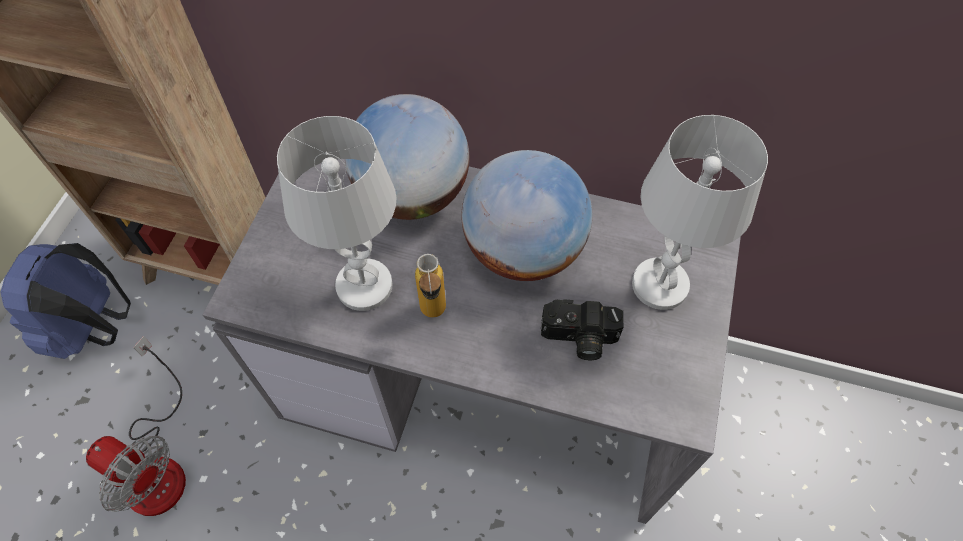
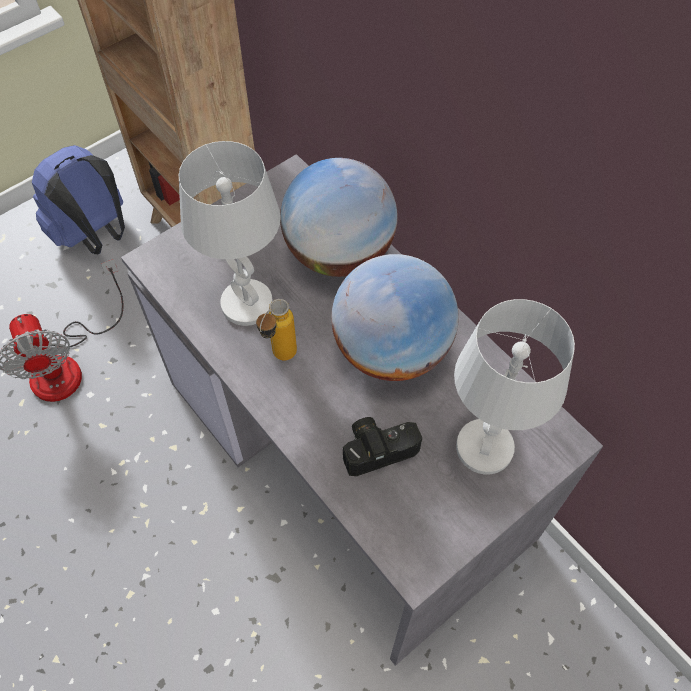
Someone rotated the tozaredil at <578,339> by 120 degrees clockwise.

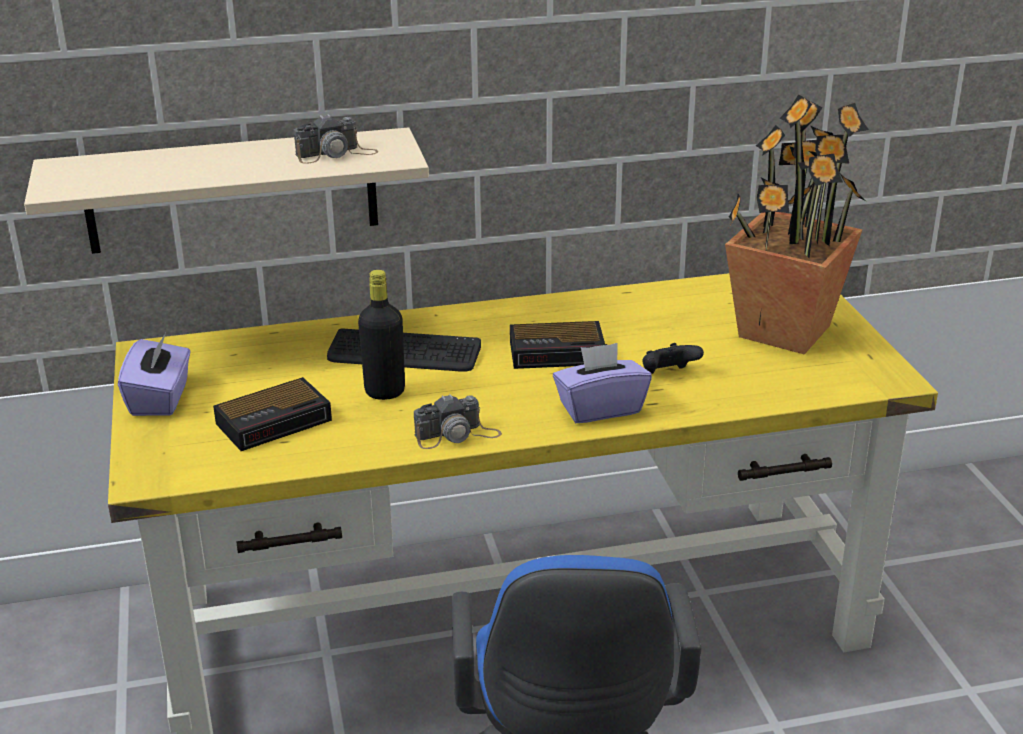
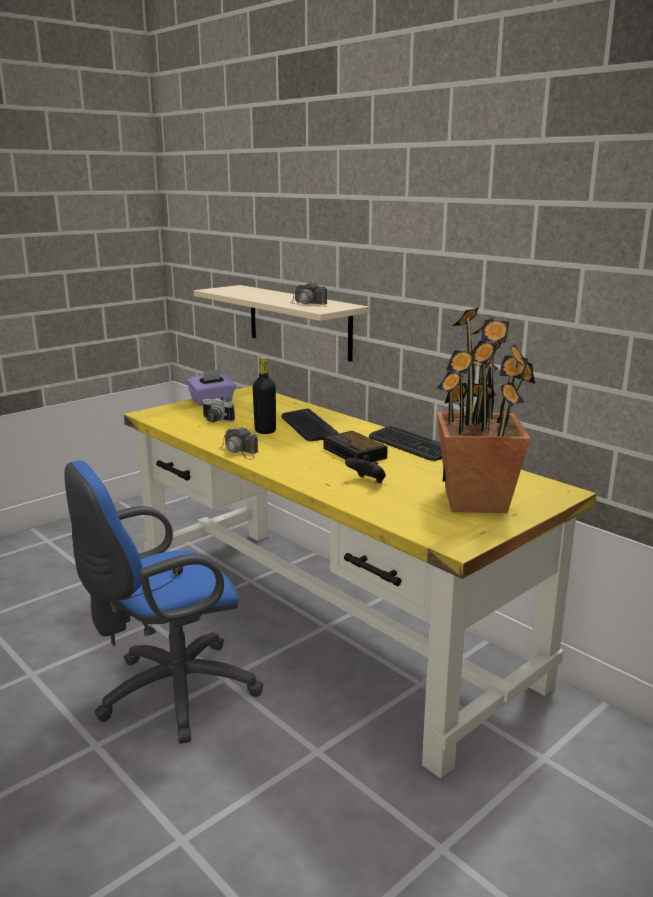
Someone took away the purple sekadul at <600,408>.
Someone put down the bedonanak at <410,445>.
Someone swapped the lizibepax at <276,421> for the tozaredil at <215,420>.

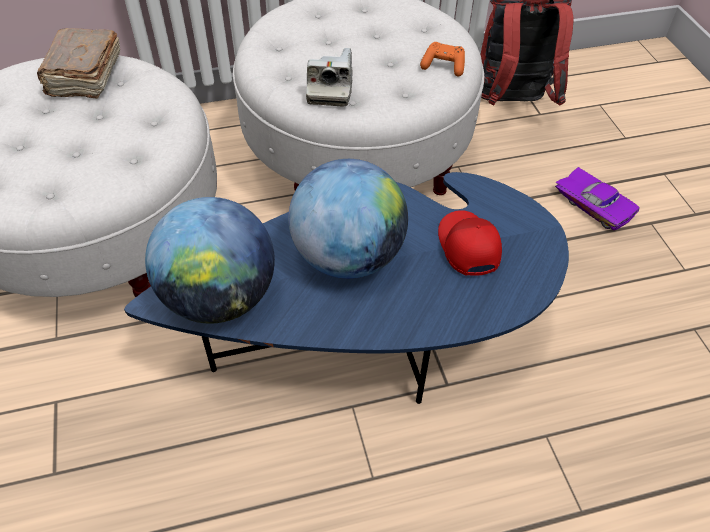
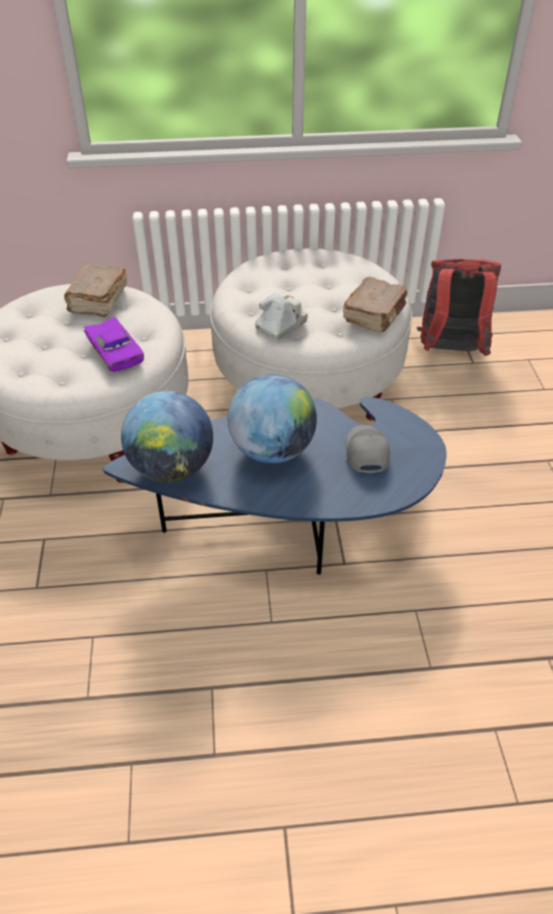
Someone carried the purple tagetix from <595,204> to <117,350>.
Someone swapped the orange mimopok at <443,66> for the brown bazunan at <375,314>.
Someone repainted the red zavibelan at <467,247>, which became the grey zavibelan at <365,452>.
Someone rotated the tozaredil at <330,89> by 150 degrees counterclockwise.

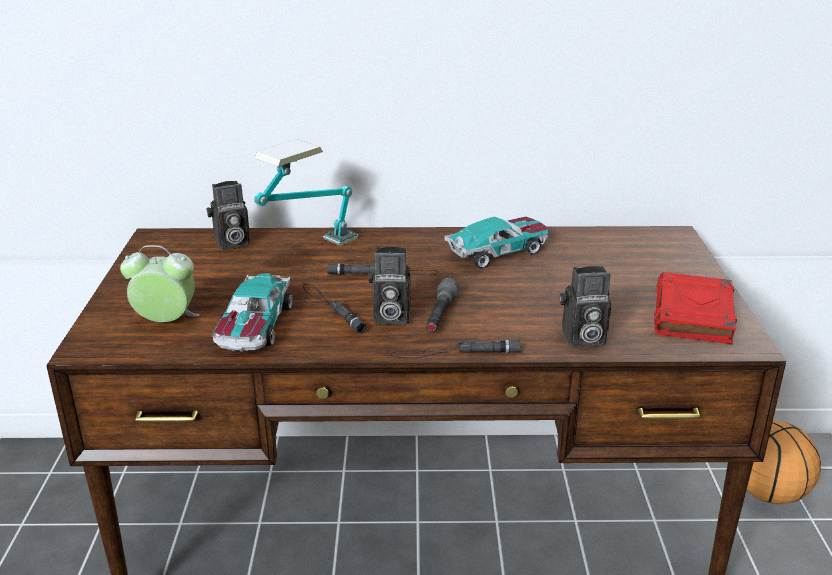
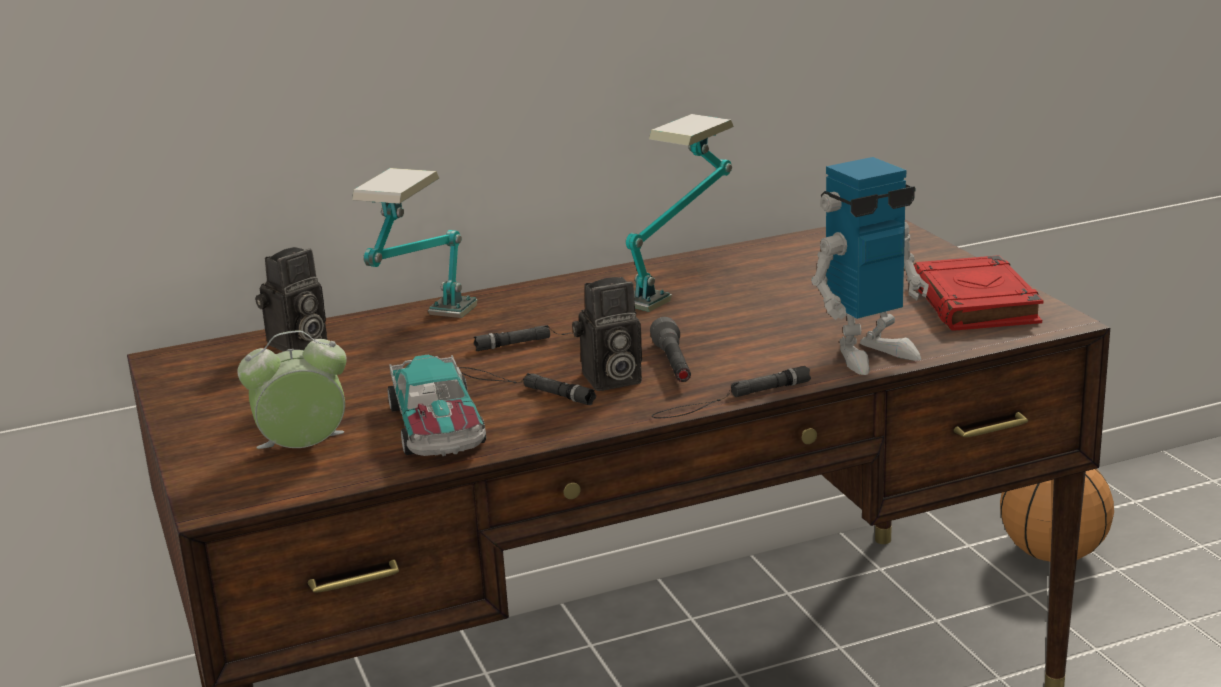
Someone swapped the tagetix at <498,251> for the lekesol at <681,284>.
Someone swapped the tozaredil at <581,339> for the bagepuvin at <869,354>.

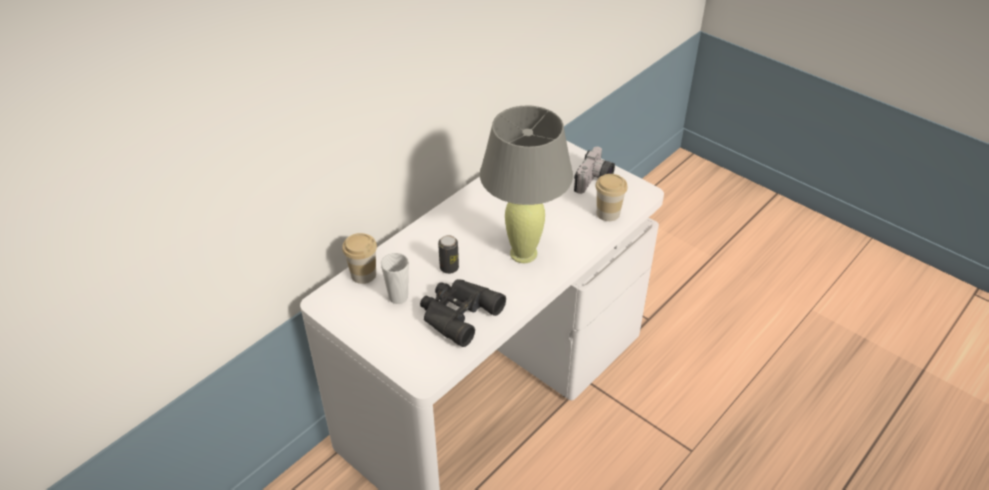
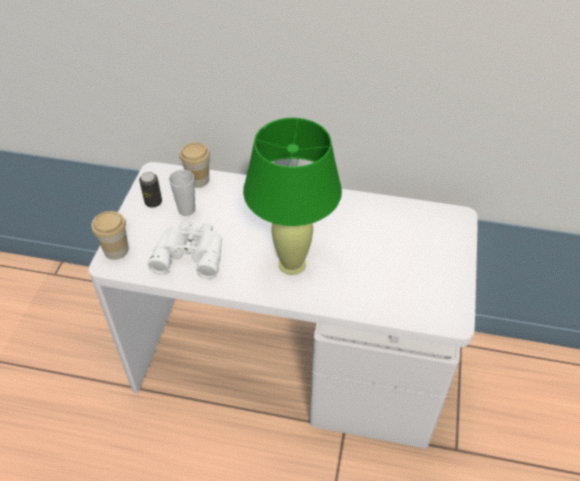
Someone took away the tozaredil at <595,181>.
Someone carried the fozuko from <449,268> to <153,202>.
Someone carried the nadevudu from <608,213> to <116,250>.
Someone repainted the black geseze at <457,314>, which became the white geseze at <190,252>.
Someone repainted the grey lekesol at <523,253>, which became the green lekesol at <292,264>.

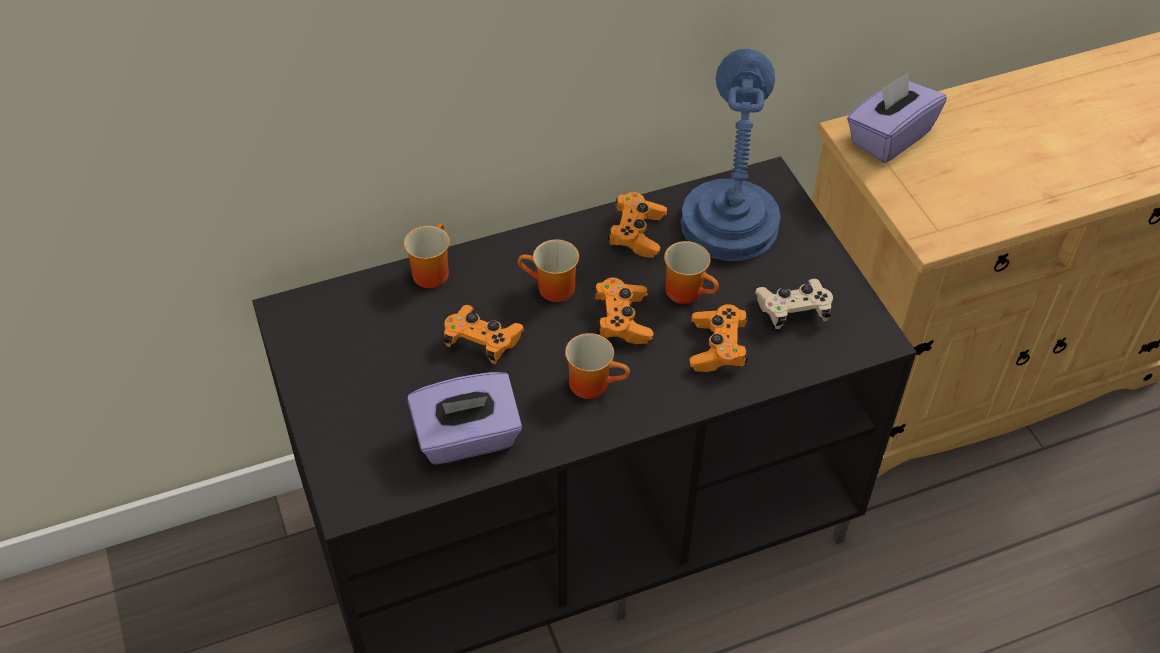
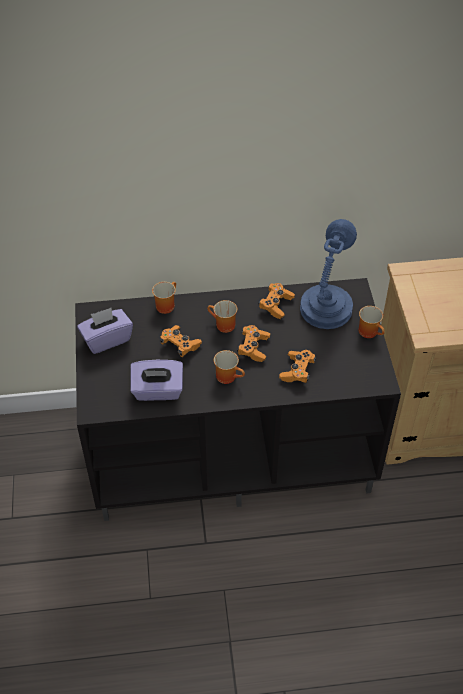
Someone took away the beige mimopok at <793,311>.
Someone carried the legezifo from <689,291> to <370,332>.
Someone carried the purple sekadul from <889,137> to <107,339>.

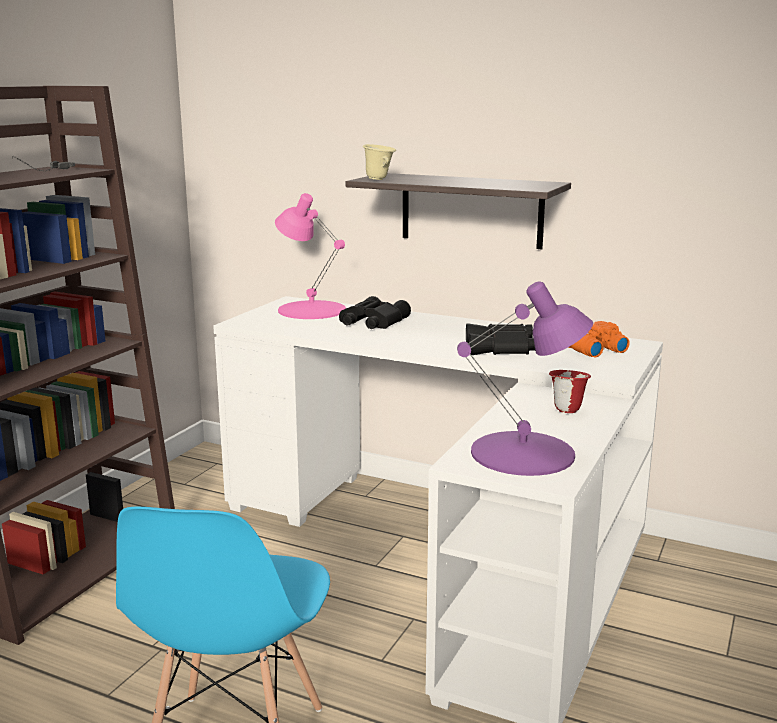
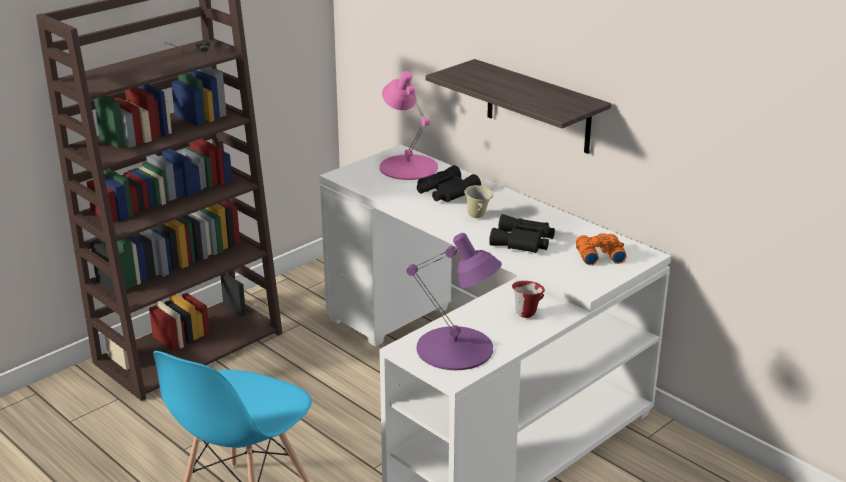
Someone carried the beige legezifo from <379,179> to <478,216>.

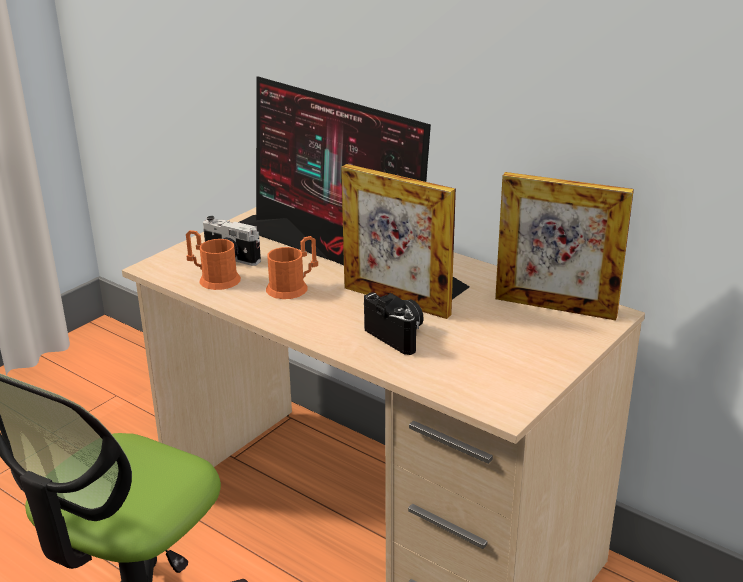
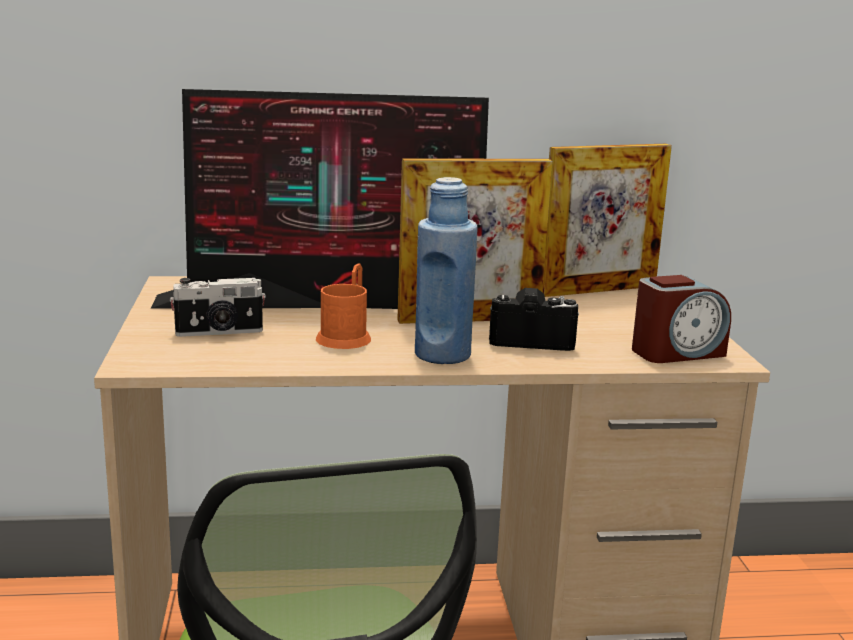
Someone took away the orange legezifo at <214,279>.
Someone put down the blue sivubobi at <442,355>.
Someone put down the lizibepax at <677,352>.

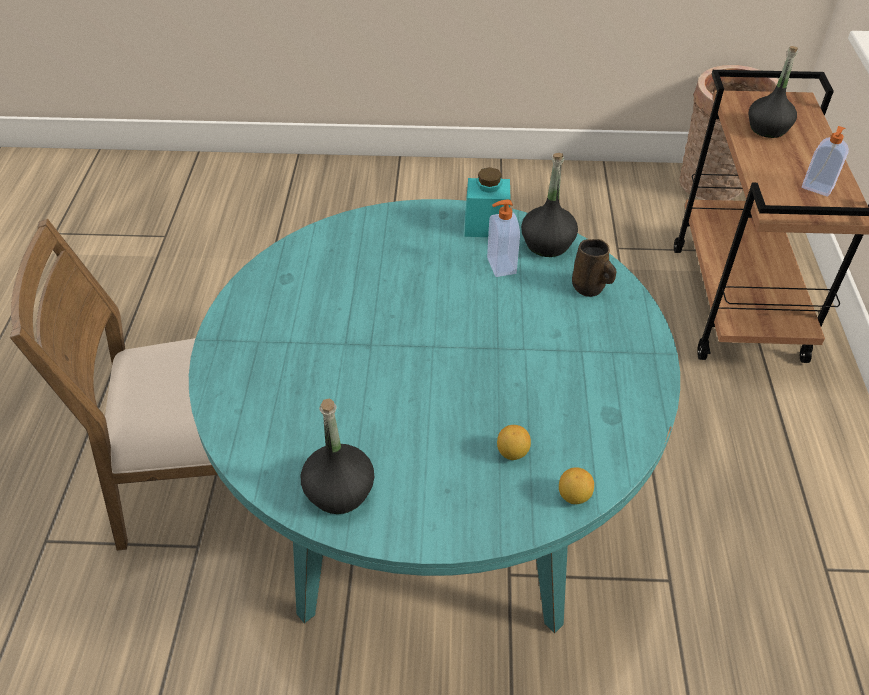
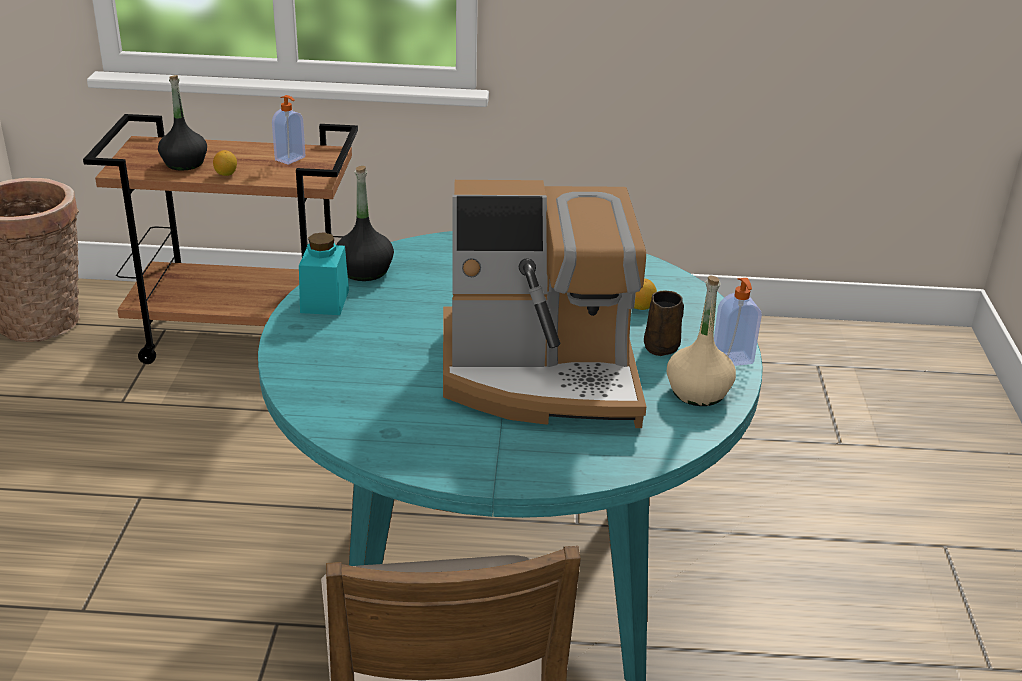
Someone put down the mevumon at <541,375>.
Someone carried the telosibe from <500,266> to <733,360>.
Someone carried the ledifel from <574,496> to <226,174>.
Someone carried the brown legezifo from <589,288> to <662,347>.
Someone repainted the black sivubobi at <339,492>, which became the beige sivubobi at <698,392>.

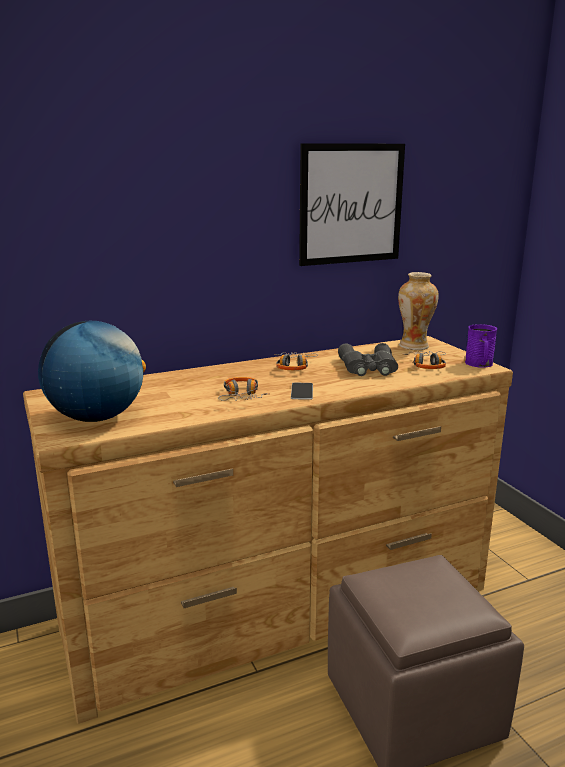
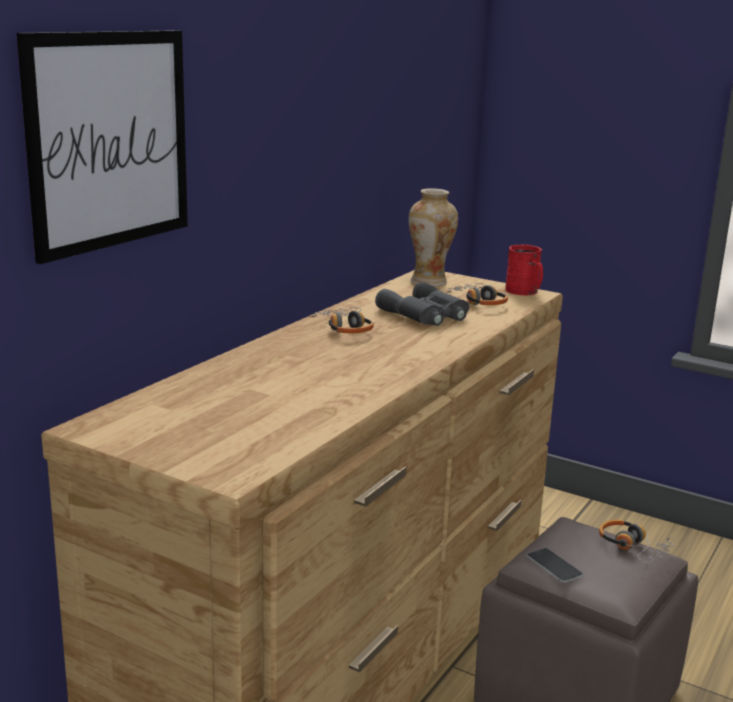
Someone took away the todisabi at <96,417>.
Someone carried the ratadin from <242,396> to <633,547>.
Someone carried the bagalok from <302,391> to <554,565>.
Someone carried the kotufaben from <351,204> to <109,141>.
Someone repainted the purple legezifo at <480,364>, which became the red legezifo at <524,292>.

